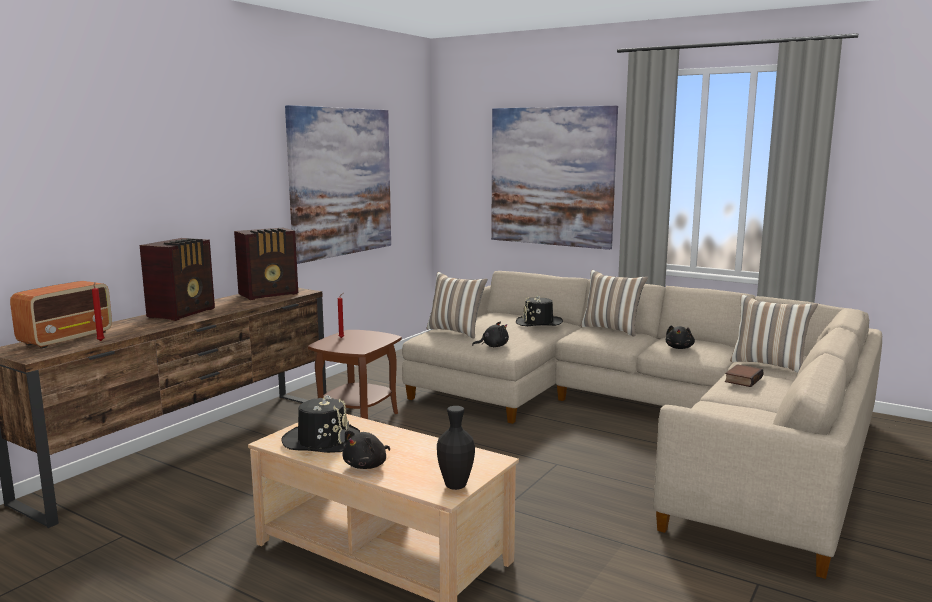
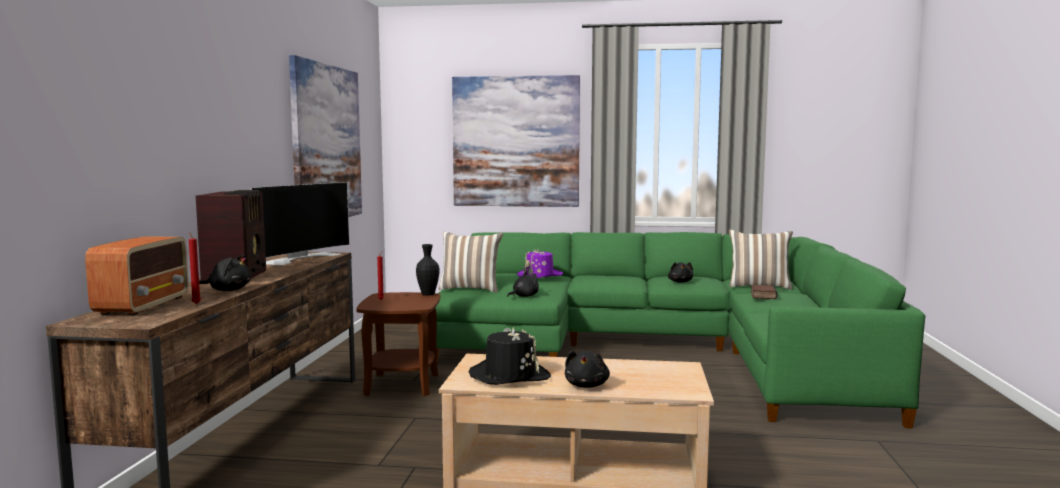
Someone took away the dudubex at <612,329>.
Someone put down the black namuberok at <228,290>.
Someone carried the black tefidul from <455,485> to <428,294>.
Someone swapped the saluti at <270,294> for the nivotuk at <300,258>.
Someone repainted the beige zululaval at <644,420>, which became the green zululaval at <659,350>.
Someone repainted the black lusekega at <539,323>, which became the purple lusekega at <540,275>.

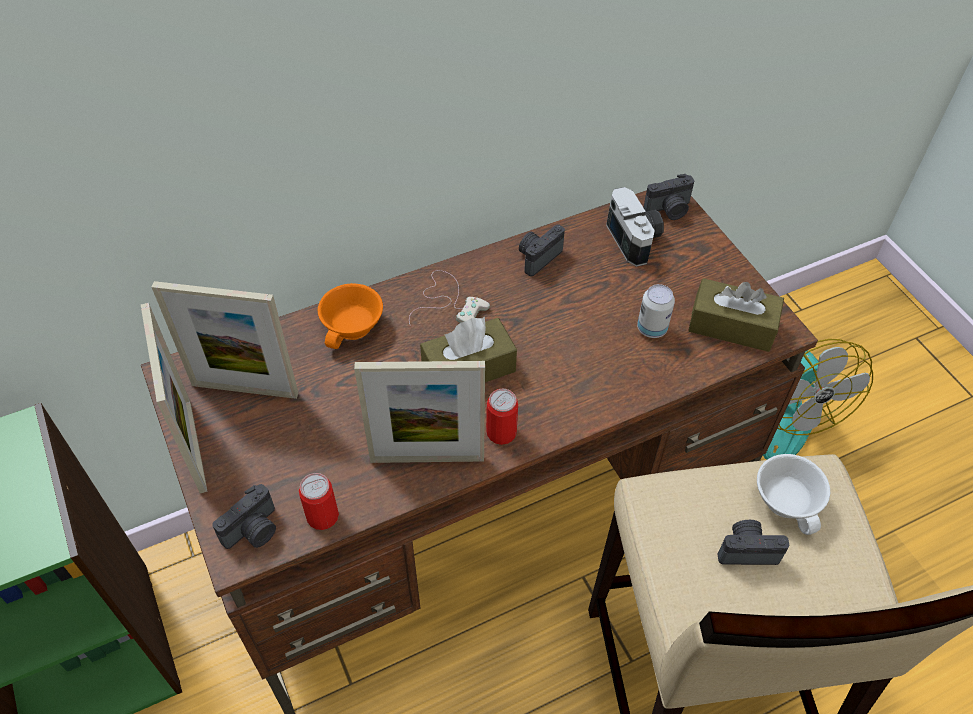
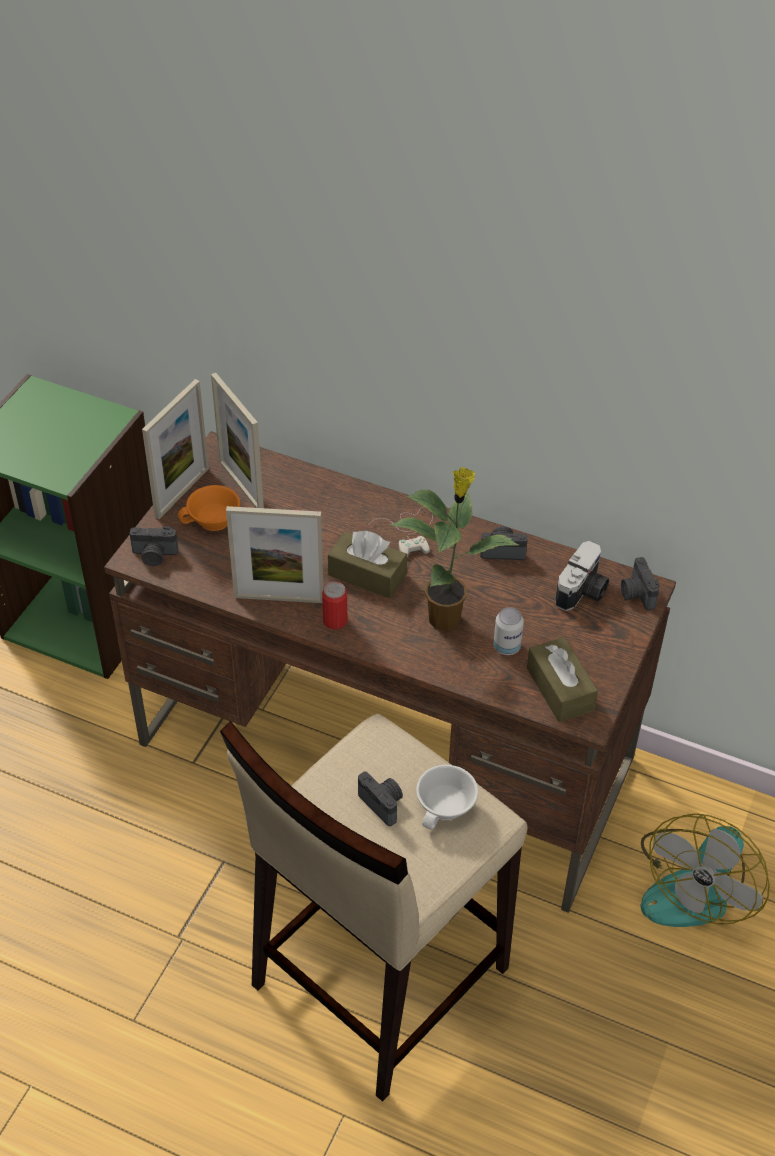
Someone took away the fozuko at <322,516>.
Someone put down the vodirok at <446,617>.
Someone carried the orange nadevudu from <354,328> to <213,521>.
Someone rotated the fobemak at <427,458> by 45 degrees counterclockwise.
Someone rotated the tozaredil at <669,210> by 45 degrees clockwise.

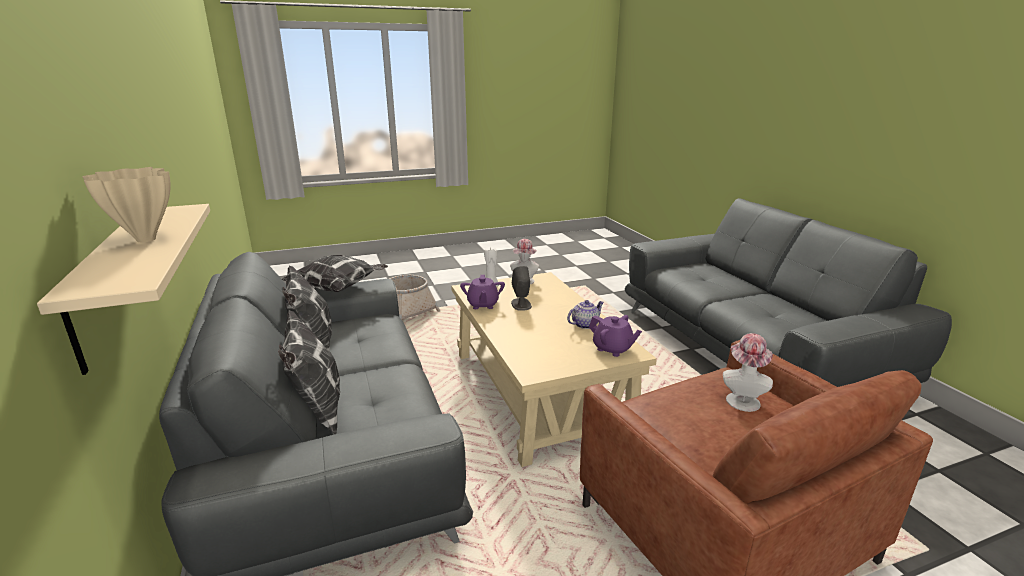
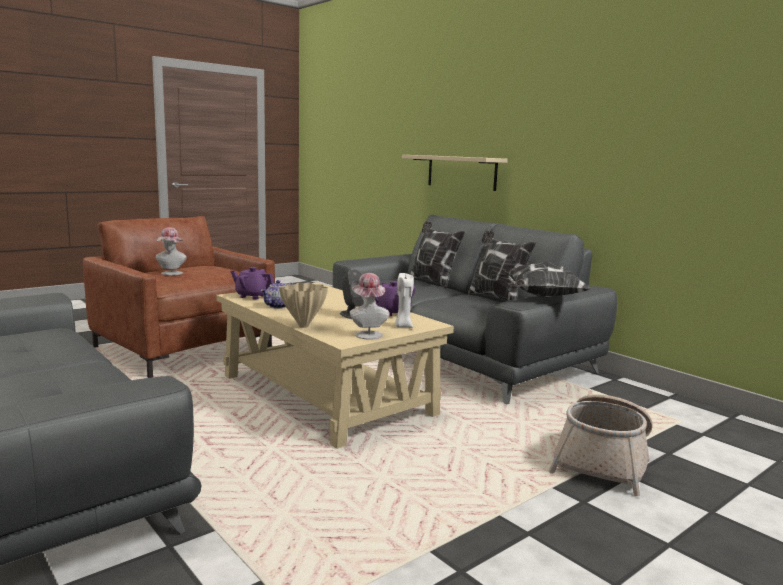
Someone carried the beige tefidul from <145,239> to <304,326>.

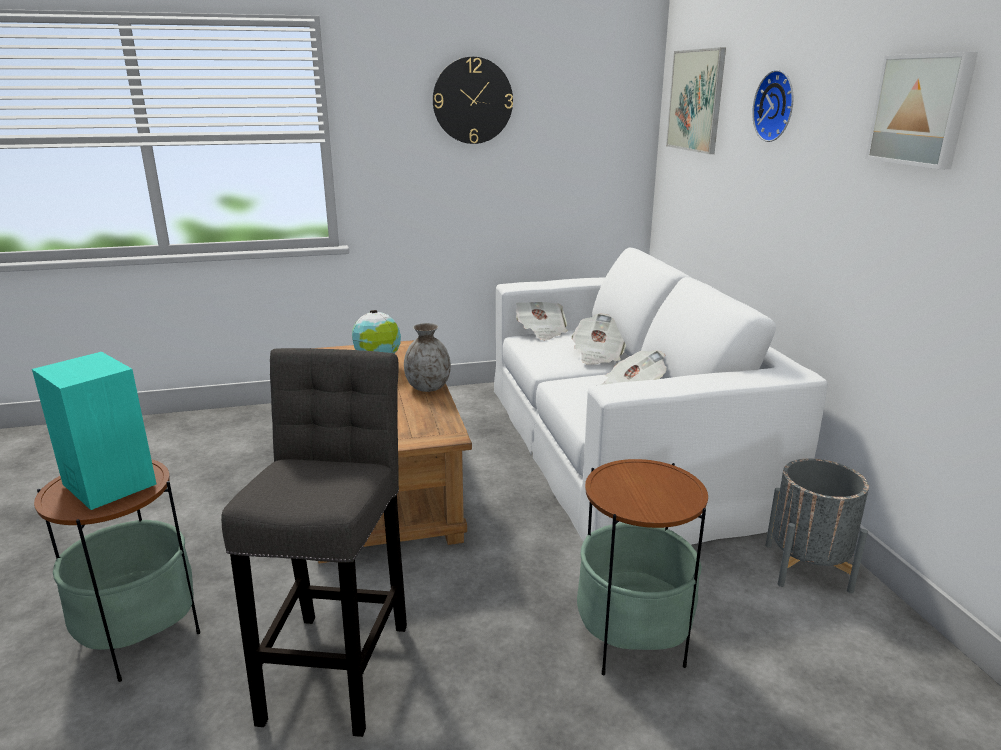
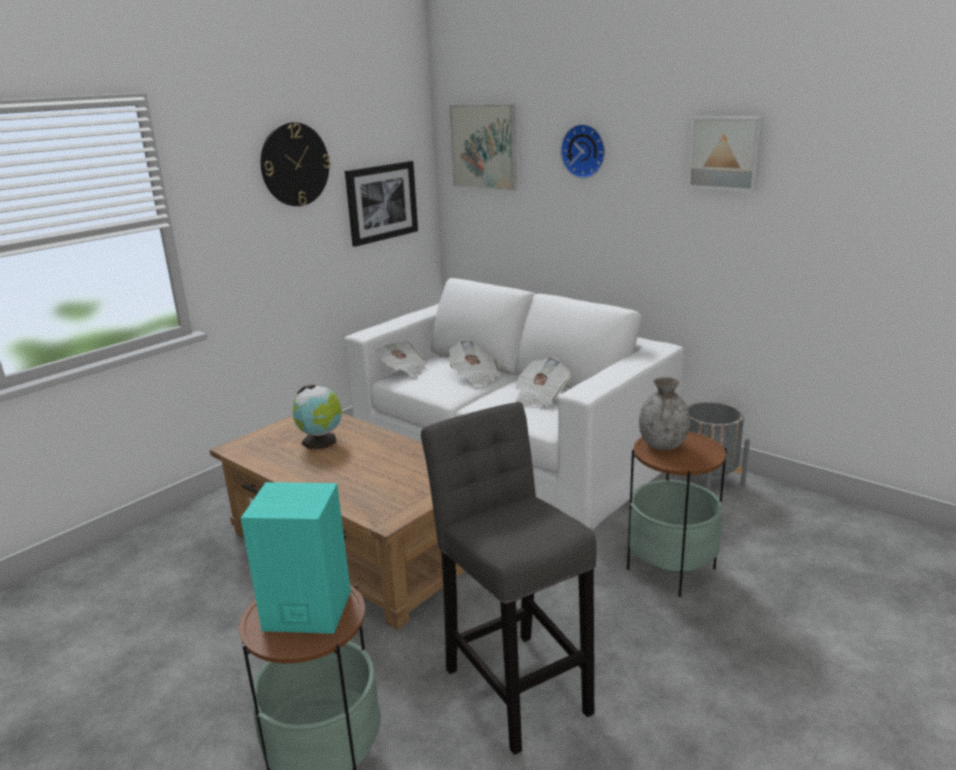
Someone put up the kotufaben at <381,202>.
Someone carried the grey tefidul from <428,388> to <663,445>.

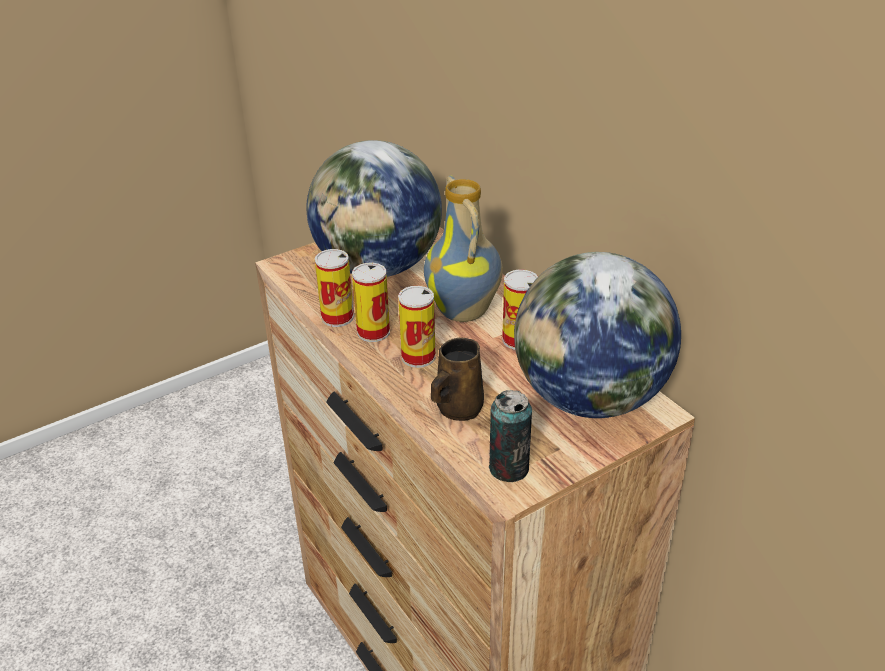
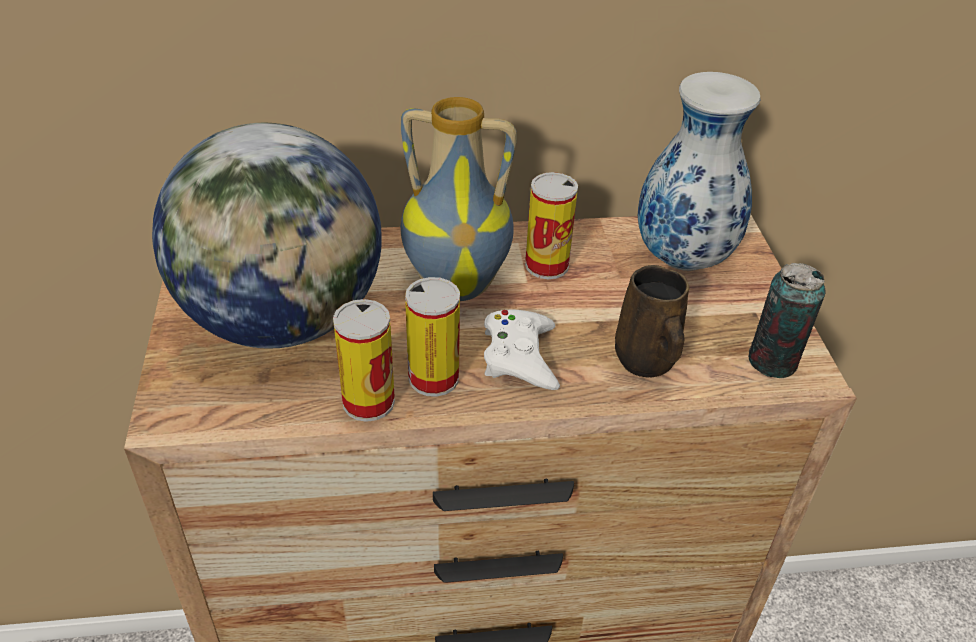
Someone swapped the fozuko at <418,356> for the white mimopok at <520,356>.
Someone swapped the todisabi at <589,398> for the tefidul at <684,259>.

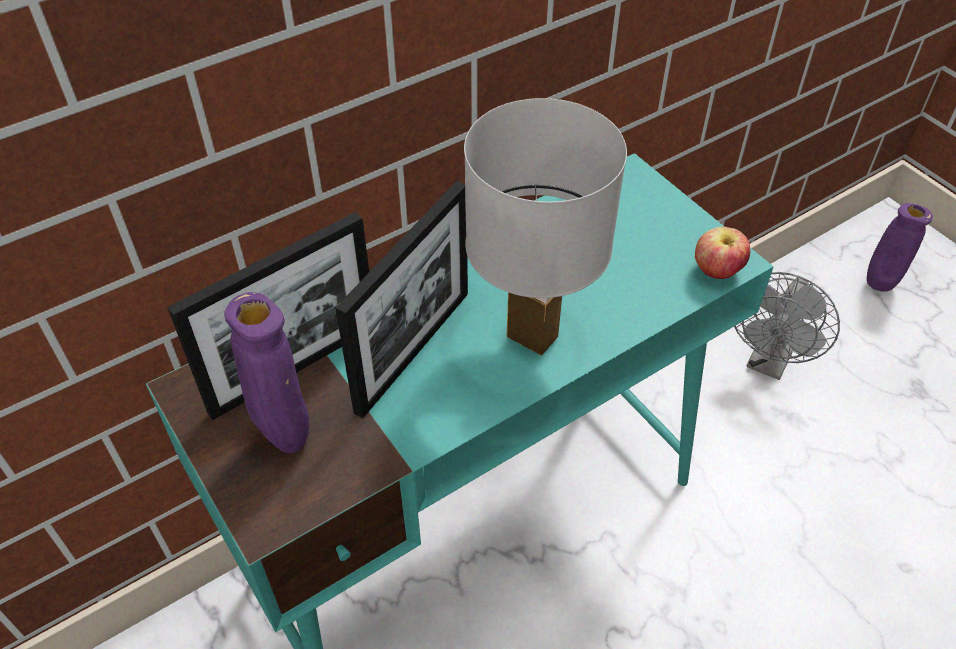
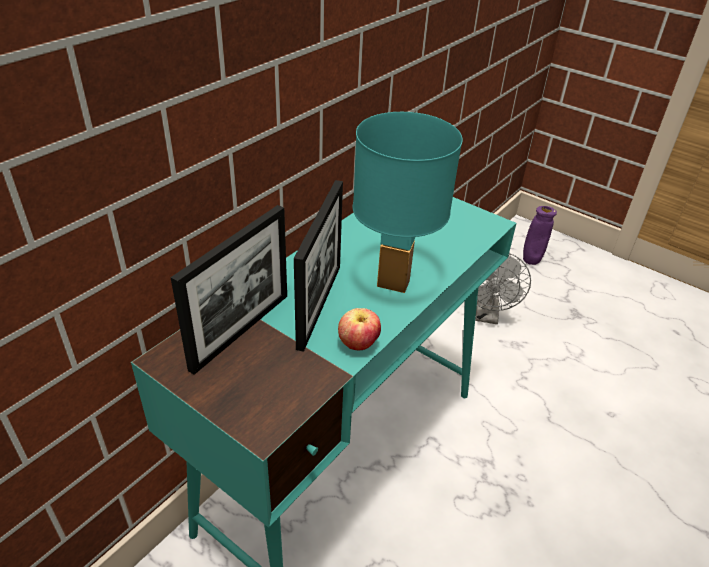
Someone took away the purple tefidul at <285,438>.
Someone carried the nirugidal from <717,271> to <358,344>.
Someone repainted the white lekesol at <530,337>, which became the turquoise lekesol at <392,284>.

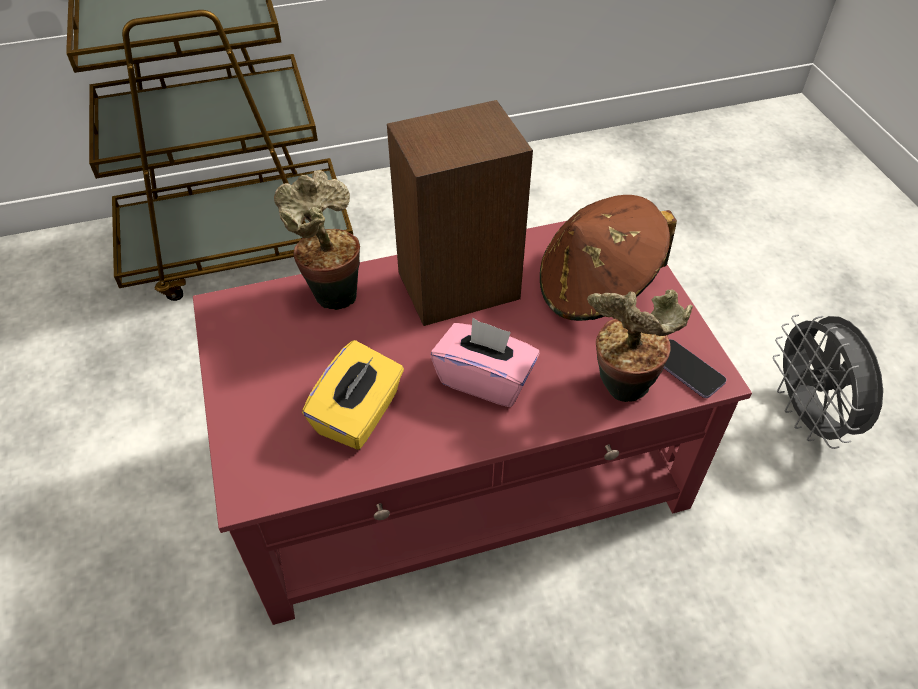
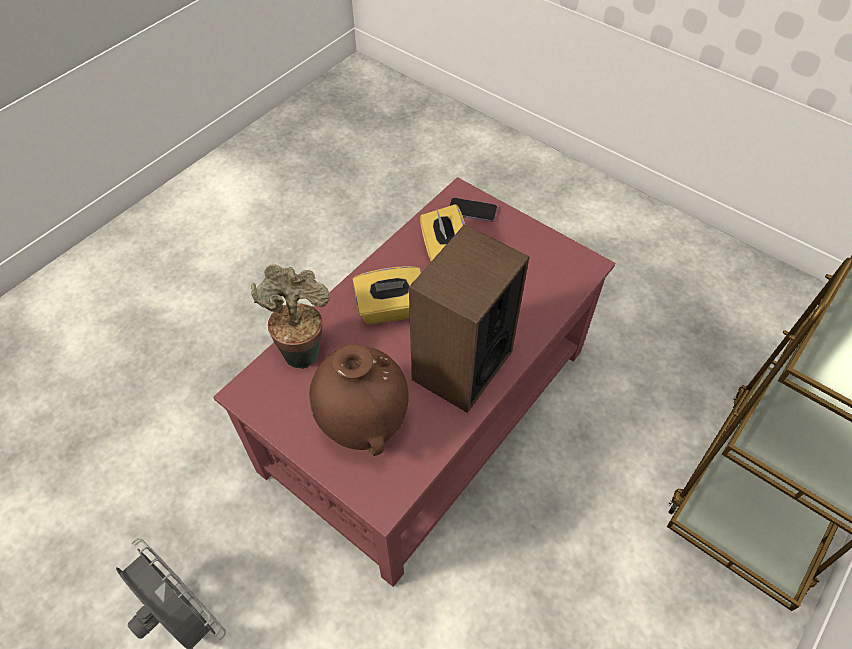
Someone took away the vodirok at <332,292>.
Someone carried the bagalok from <687,370> to <472,211>.
Someone swapped the brown lusekega at <596,288> for the brown tefidul at <363,422>.
Someone repainted the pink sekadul at <485,379>, which became the yellow sekadul at <391,309>.

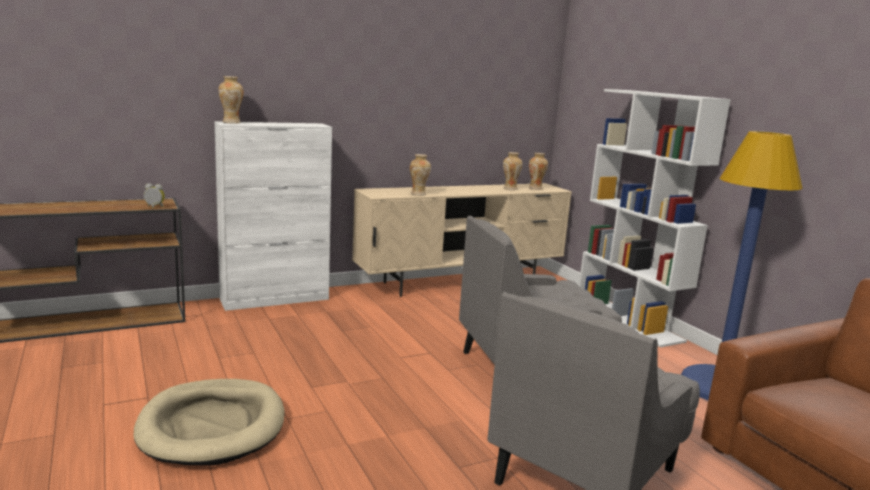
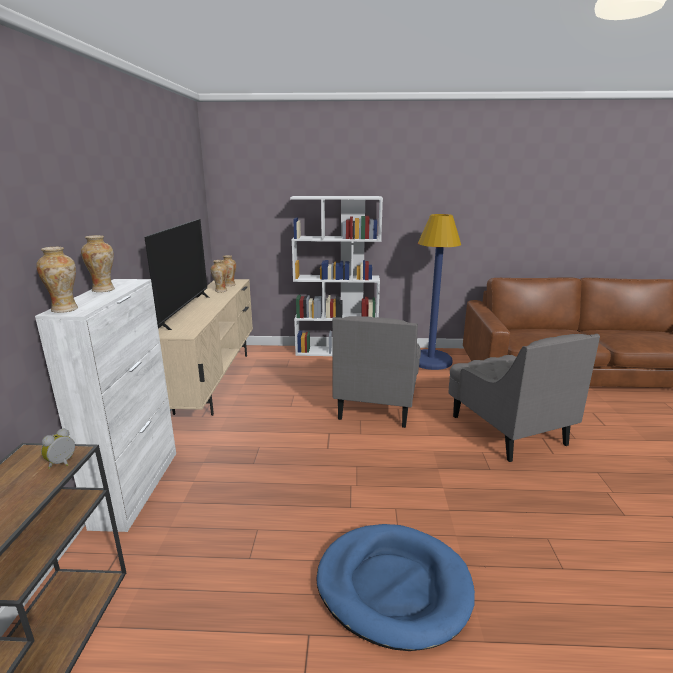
Someone put down the nivotuk at <185,311>.
Someone carried the tefidul from <418,194> to <104,290>.
Someone repainted the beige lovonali at <212,426>, which became the blue lovonali at <393,586>.

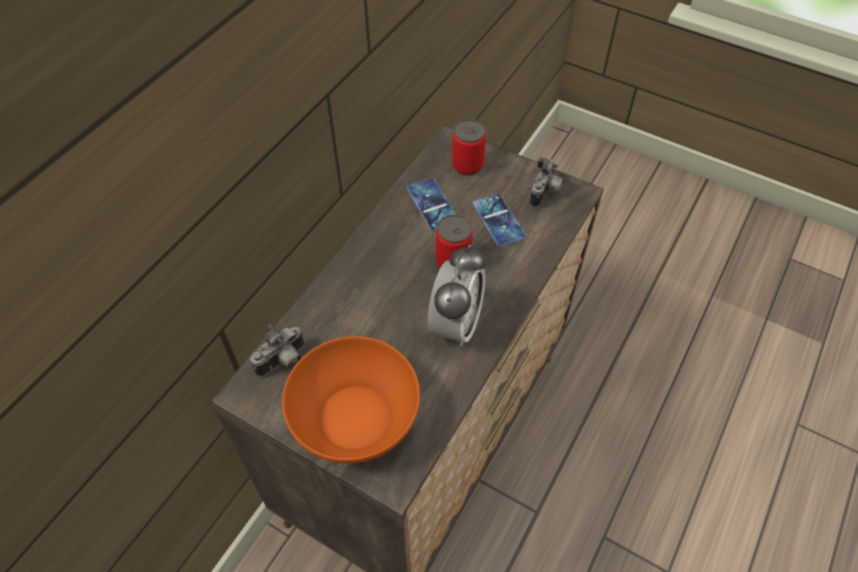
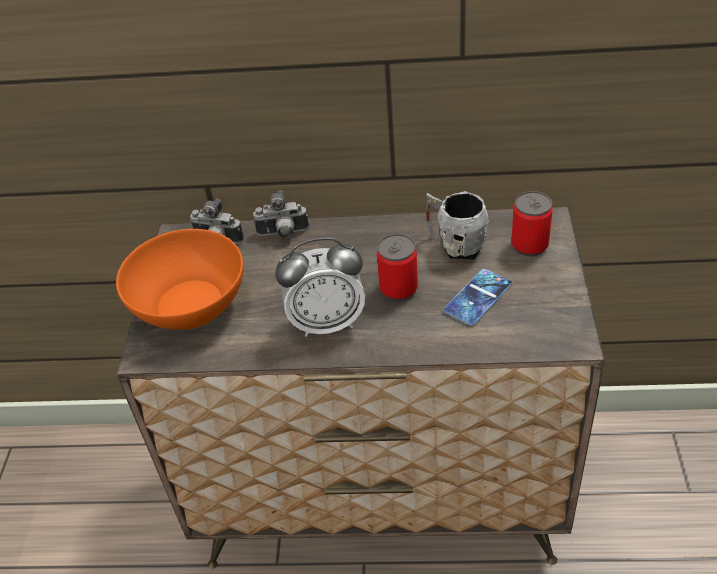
Someone carried the tozaredil from <545,193> to <283,234>.
Someone swapped the bagalok at <432,204> for the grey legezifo at <455,245>.

